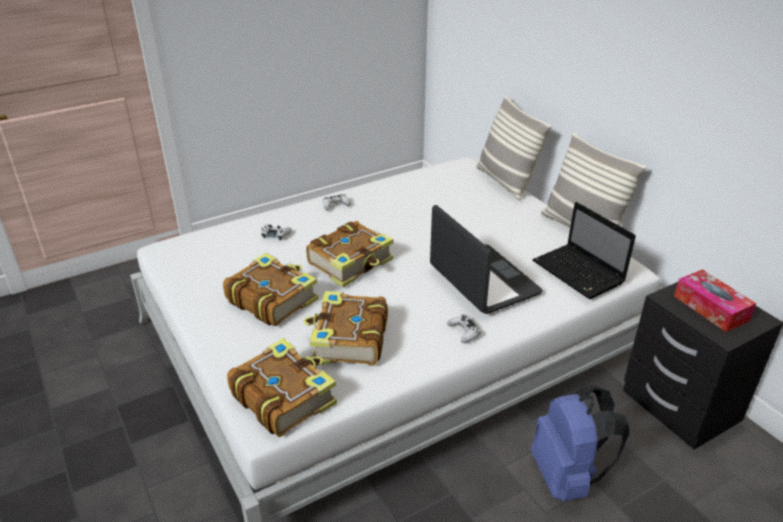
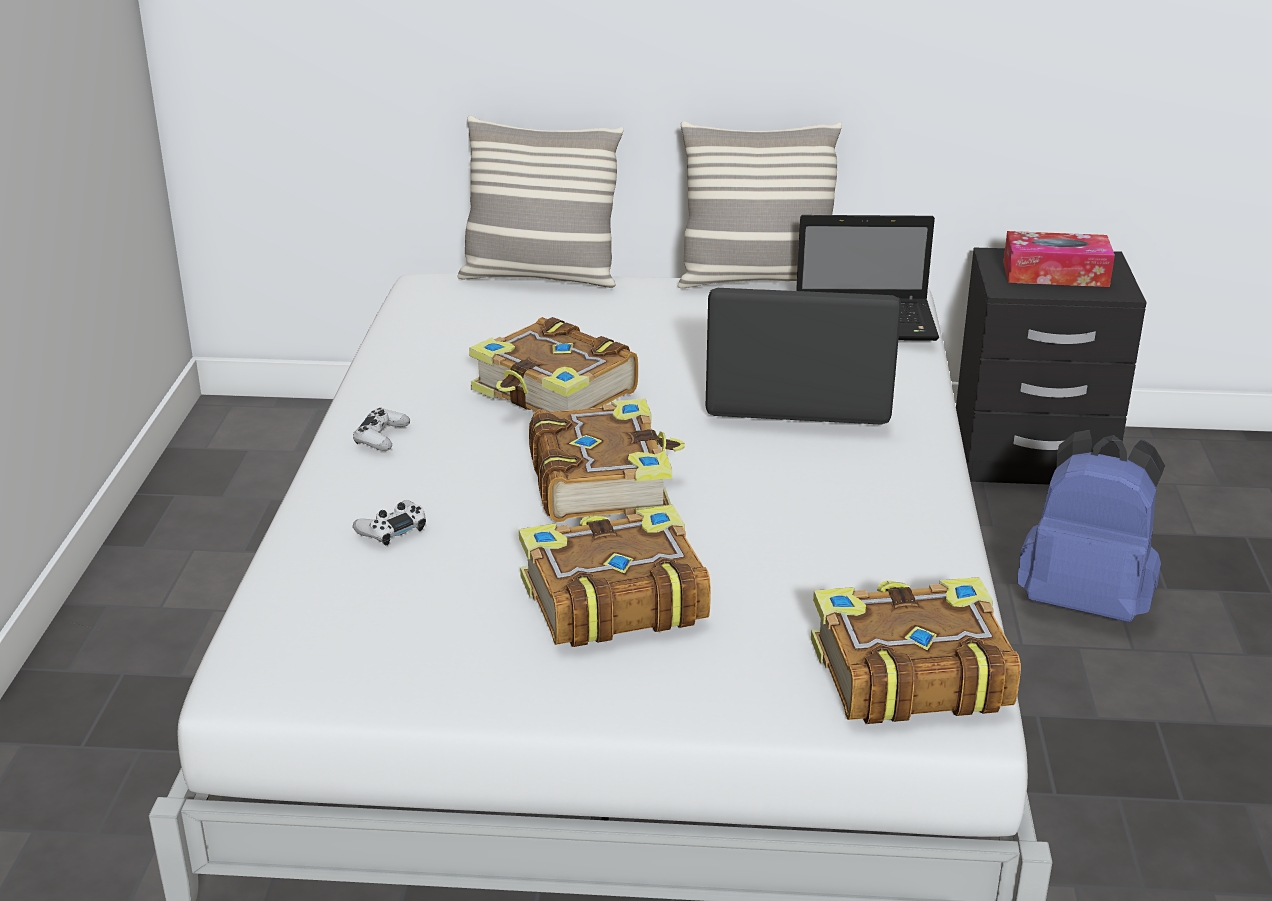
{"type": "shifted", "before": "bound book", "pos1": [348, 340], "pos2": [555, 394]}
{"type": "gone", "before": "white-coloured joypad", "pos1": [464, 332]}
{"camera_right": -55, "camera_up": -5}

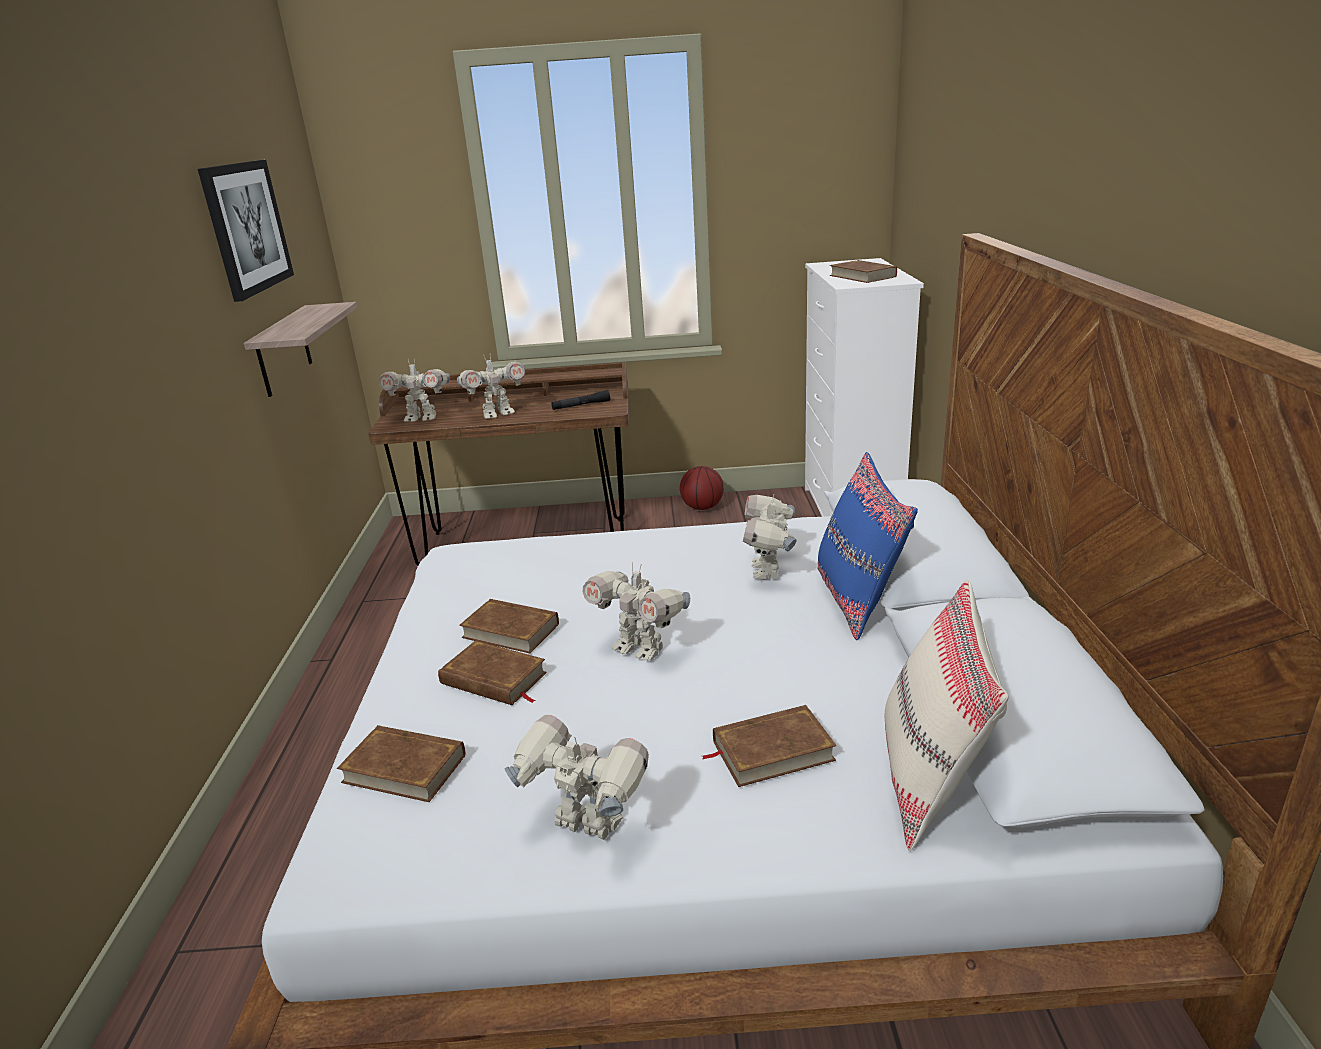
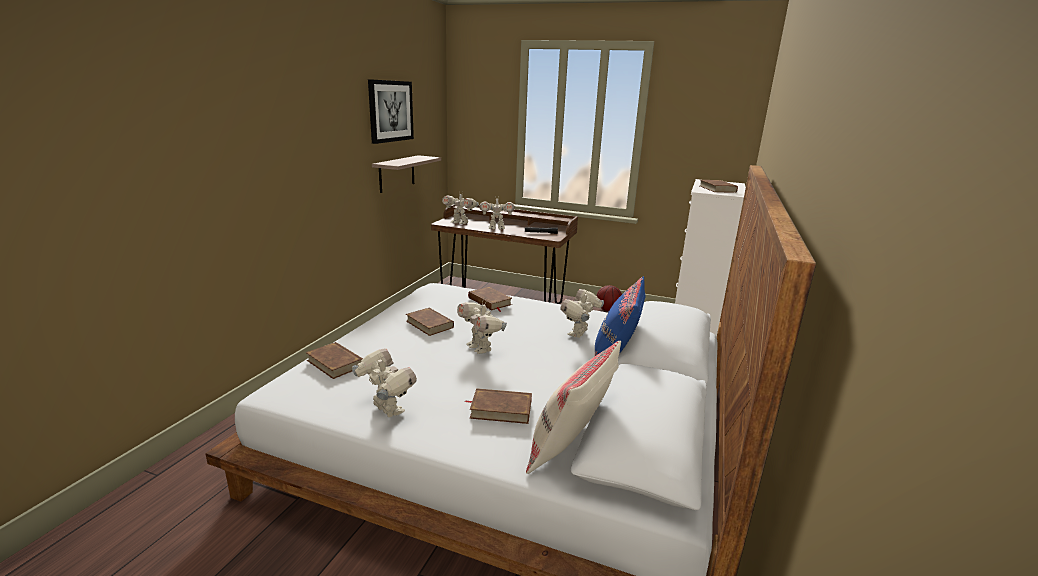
{"type": "shifted", "before": "brownish bound book", "pos1": [493, 679], "pos2": [489, 301]}
{"camera_right": 20, "camera_up": -5}

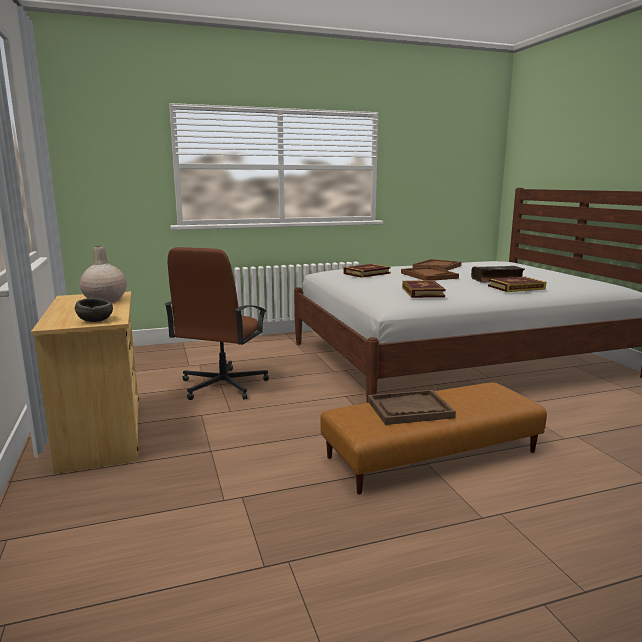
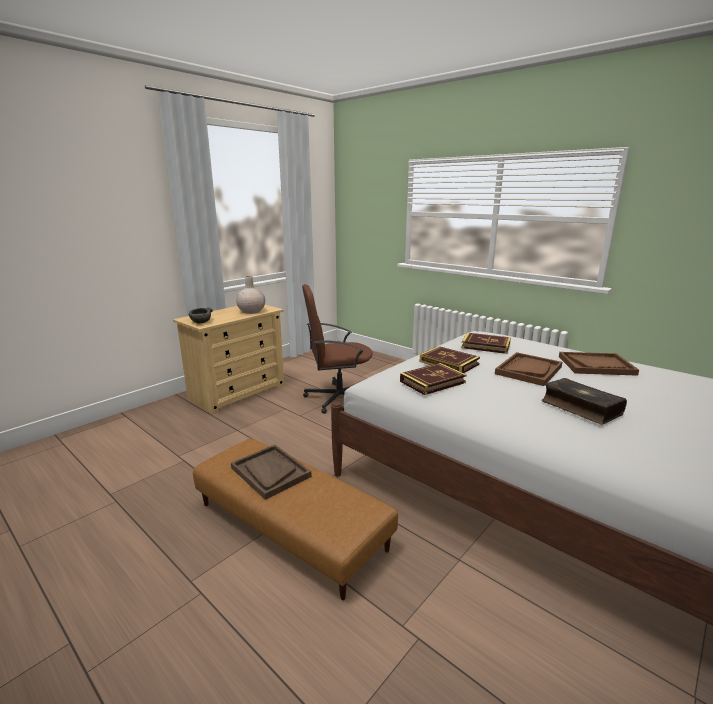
{"type": "shifted", "before": "bound book", "pos1": [516, 287], "pos2": [449, 363]}
{"camera_right": 60, "camera_up": 5}

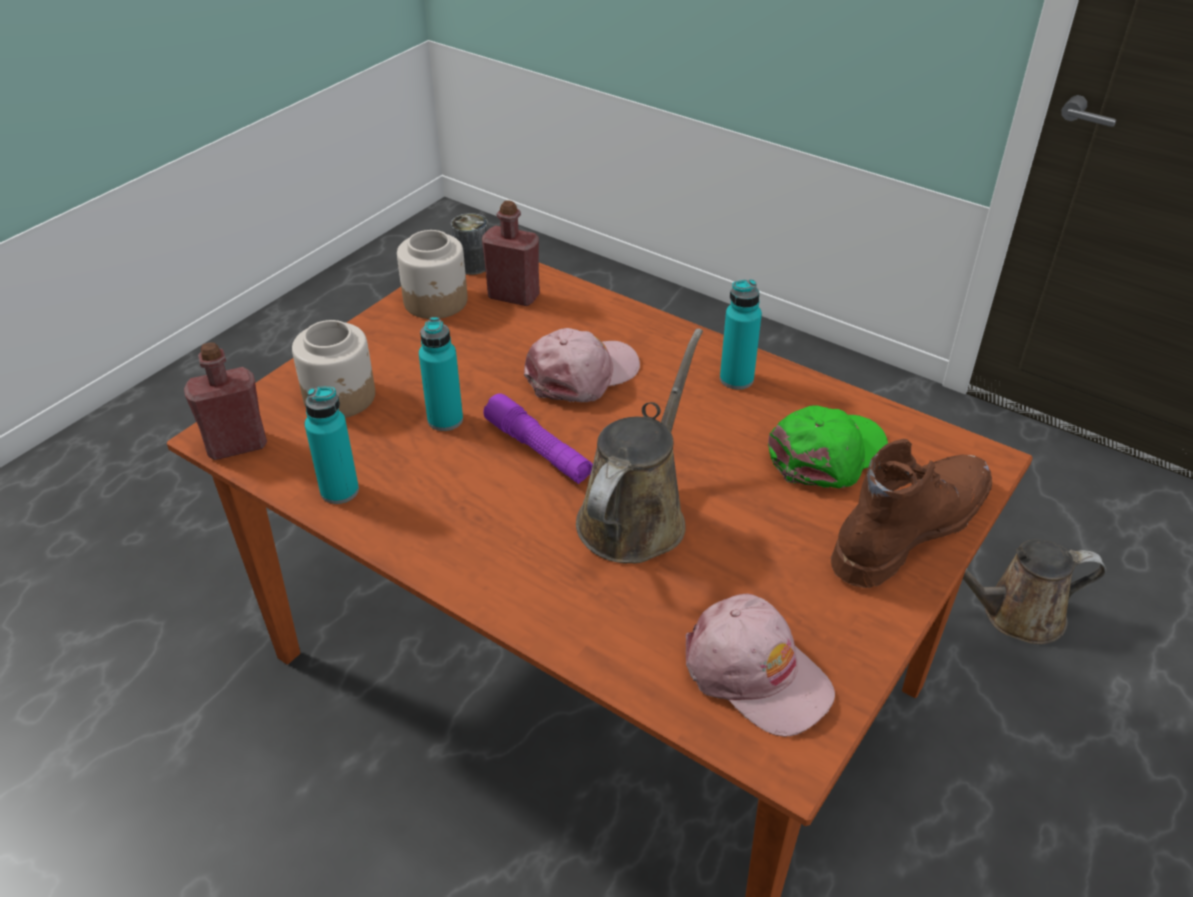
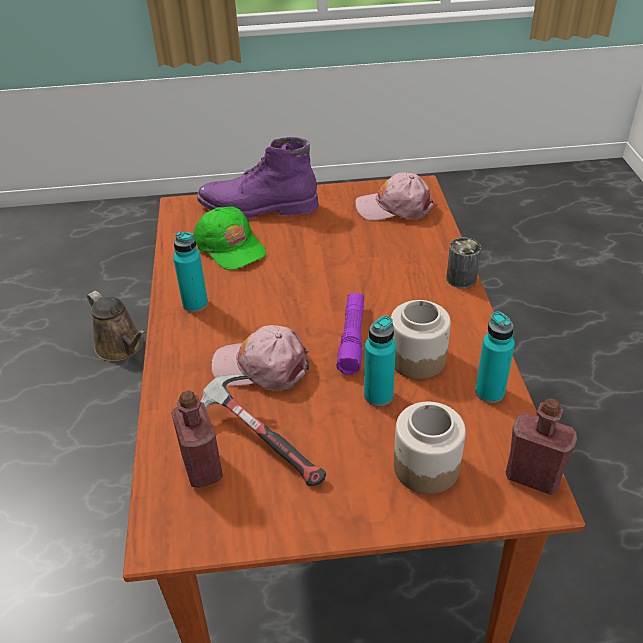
{"type": "shifted", "before": "jar", "pos1": [436, 301], "pos2": [417, 358]}
{"type": "shifted", "before": "sealed can", "pos1": [473, 265], "pos2": [461, 278]}
{"type": "gone", "before": "brownish watering pot", "pos1": [636, 515]}
{"type": "rotated", "before": "pinkish cap", "pos1": [756, 673], "pos2": [394, 207], "turn": -90}
{"type": "rotated", "before": "green-coloured cap", "pos1": [827, 454], "pos2": [230, 246], "turn": -135}
{"type": "repainted", "before": "brownish boot", "after": "purple-coloured boot", "pos1": [909, 526], "pos2": [257, 207]}
{"type": "new", "after": "tool hammer", "pos2": [259, 440]}
{"camera_right": -130, "camera_up": 0}

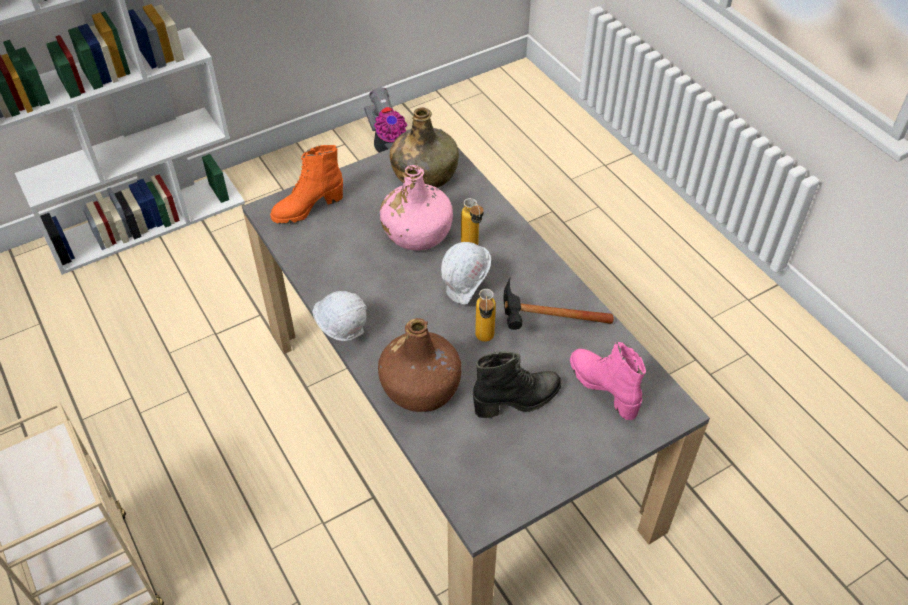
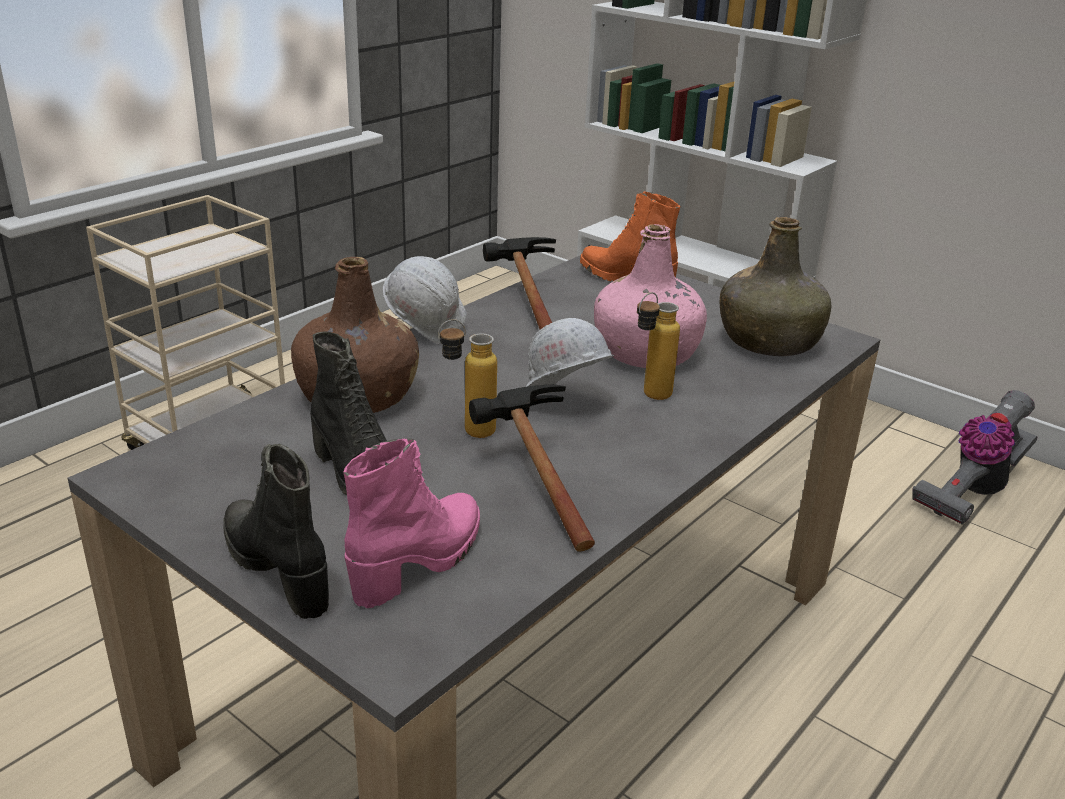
{"type": "new", "after": "black-coloured boot", "pos2": [279, 569]}
{"type": "new", "after": "tool hammer", "pos2": [524, 303]}
{"camera_right": 70, "camera_up": -20}

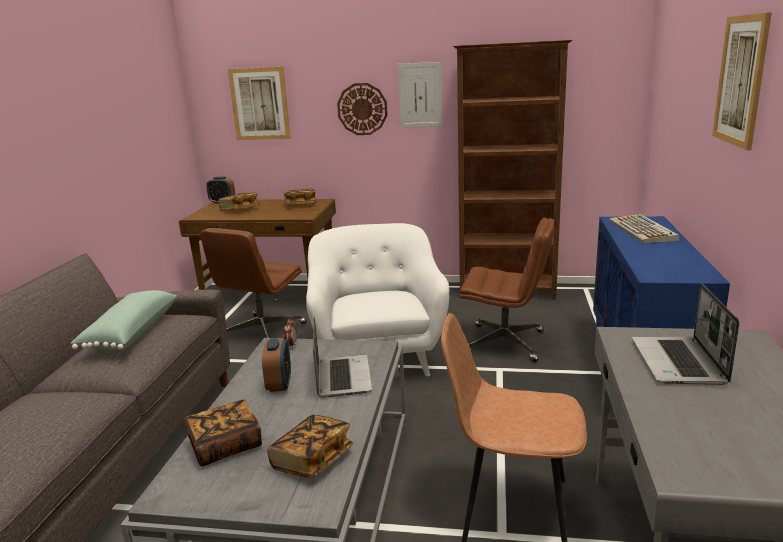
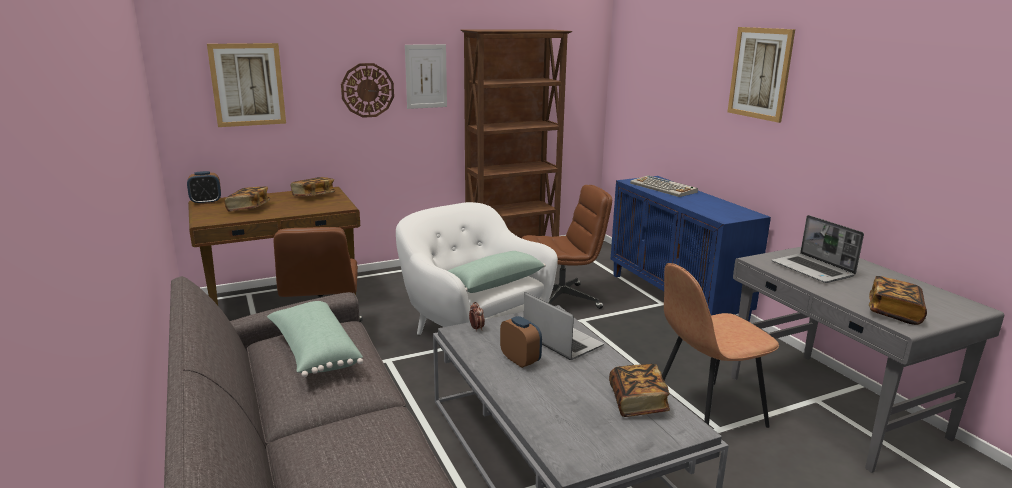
{"type": "shifted", "before": "bound book", "pos1": [225, 446], "pos2": [894, 312]}
{"type": "new", "after": "green-coloured pillow", "pos2": [493, 282]}
{"camera_right": -35, "camera_up": 0}

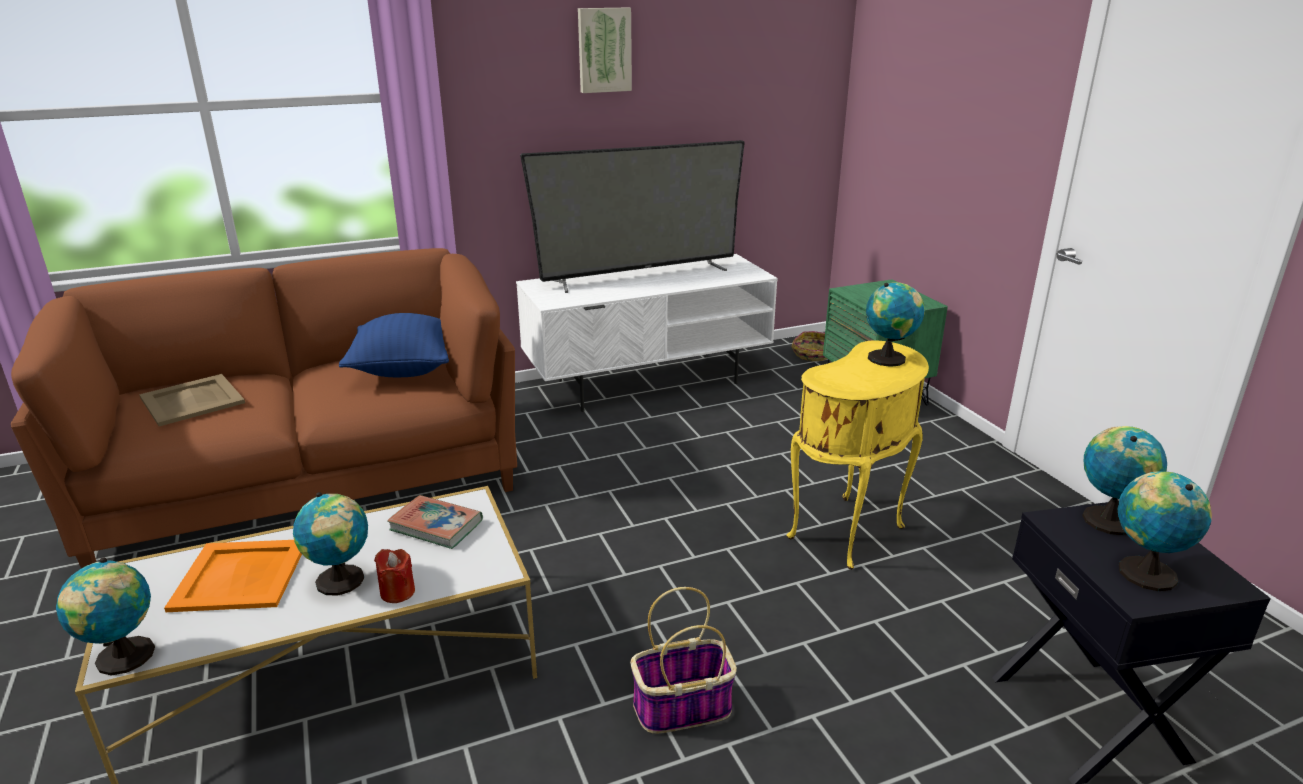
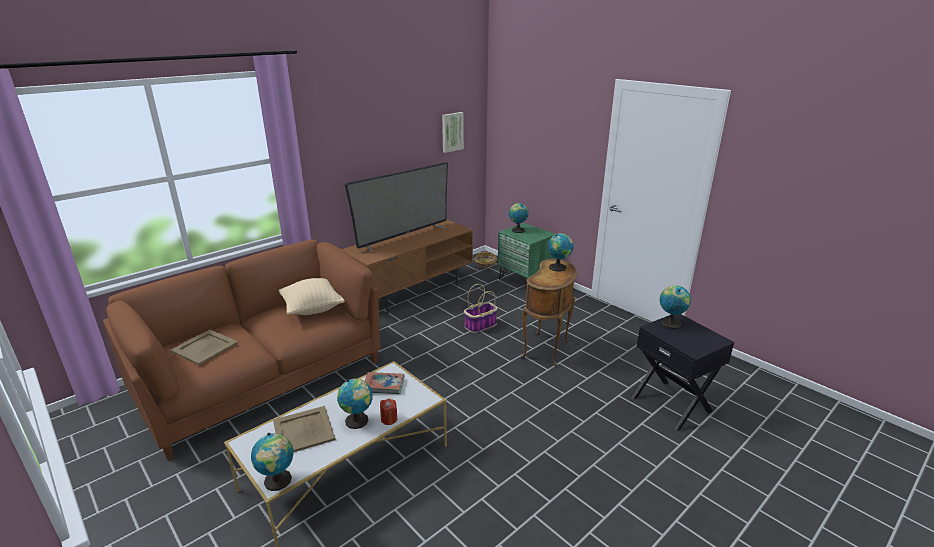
{"type": "repainted", "before": "orangey serving tray", "after": "sand-coloured serving tray", "pos1": [239, 576], "pos2": [303, 431]}
{"type": "repainted", "before": "bluish pillow", "after": "sand-coloured pillow", "pos1": [404, 369], "pos2": [312, 309]}
{"type": "repainted", "before": "white-coloured media console", "after": "brownish media console", "pos1": [648, 381], "pos2": [412, 291]}
{"type": "shifted", "before": "picture", "pos1": [604, 50], "pos2": [452, 132]}
{"type": "shifted", "before": "storage basket", "pos1": [681, 708], "pos2": [480, 325]}
{"type": "repainted", "before": "yellow accent table", "after": "brownish accent table", "pos1": [850, 534], "pos2": [547, 350]}
{"type": "shifted", "before": "desk globe", "pos1": [1143, 572], "pos2": [517, 230]}
{"camera_right": -20, "camera_up": 0}

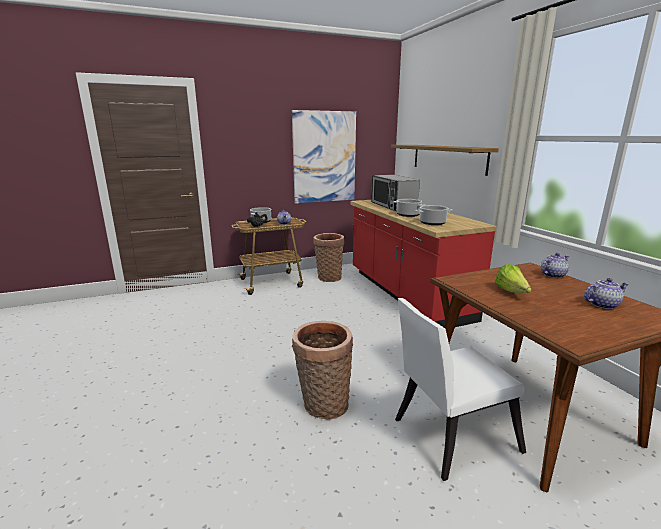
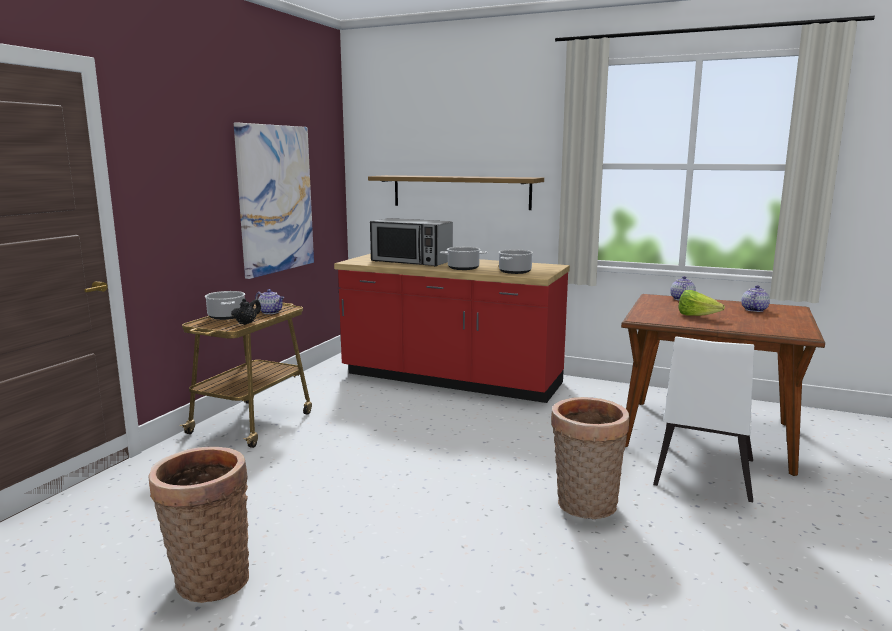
{"type": "shifted", "before": "storage basket", "pos1": [328, 277], "pos2": [208, 579]}
{"camera_right": -45, "camera_up": -5}

